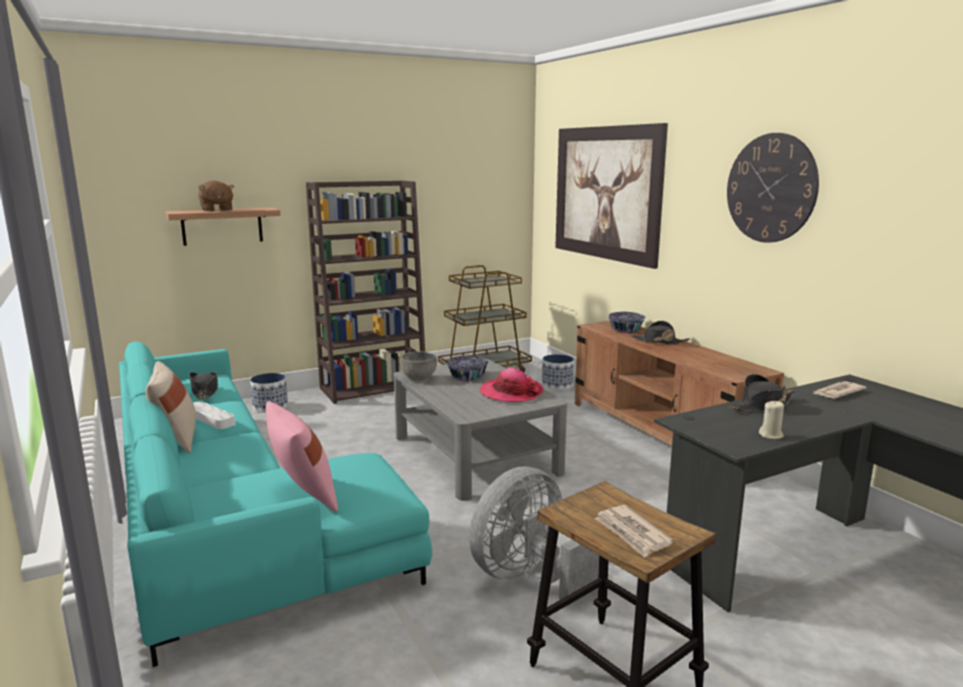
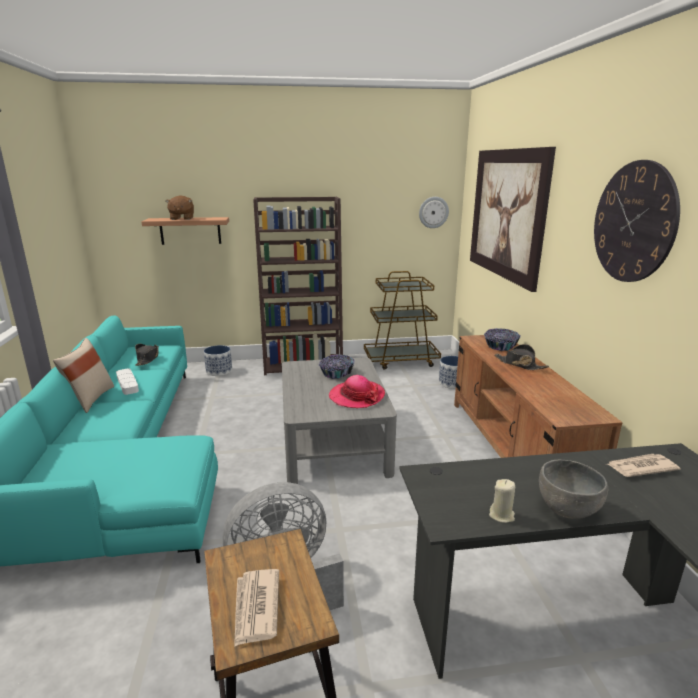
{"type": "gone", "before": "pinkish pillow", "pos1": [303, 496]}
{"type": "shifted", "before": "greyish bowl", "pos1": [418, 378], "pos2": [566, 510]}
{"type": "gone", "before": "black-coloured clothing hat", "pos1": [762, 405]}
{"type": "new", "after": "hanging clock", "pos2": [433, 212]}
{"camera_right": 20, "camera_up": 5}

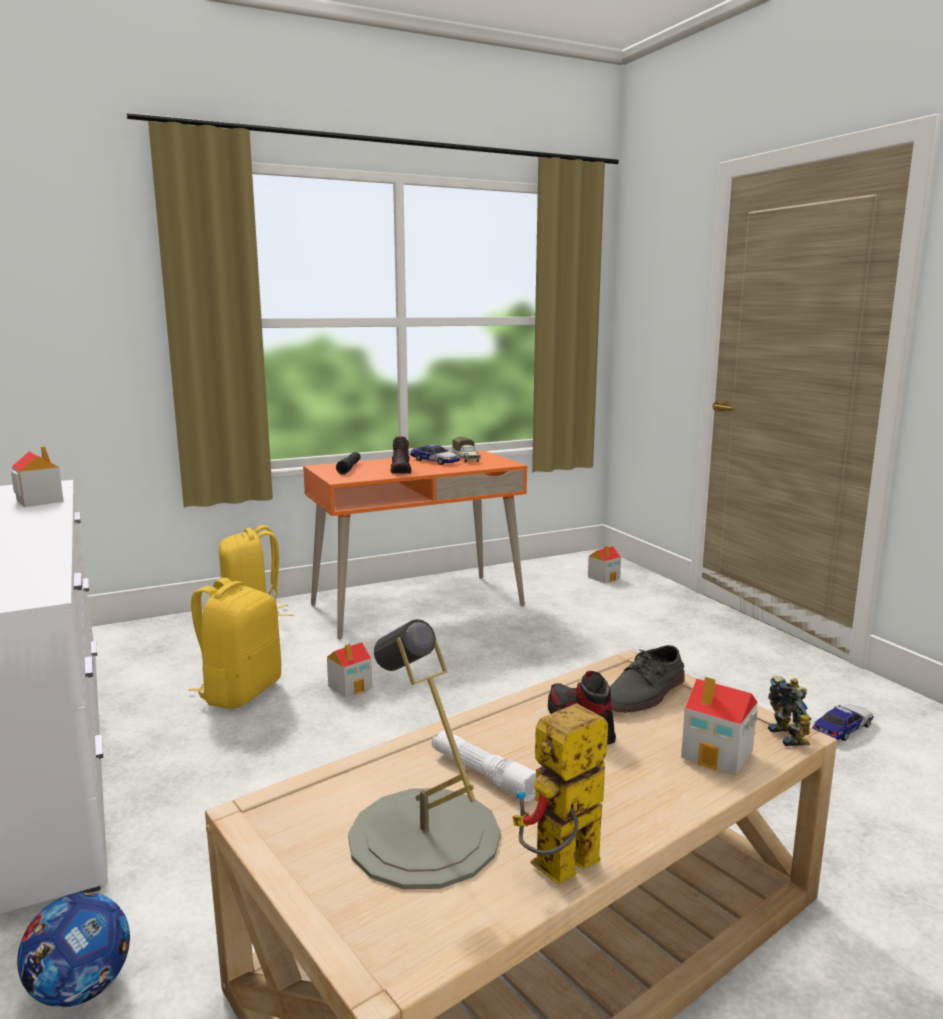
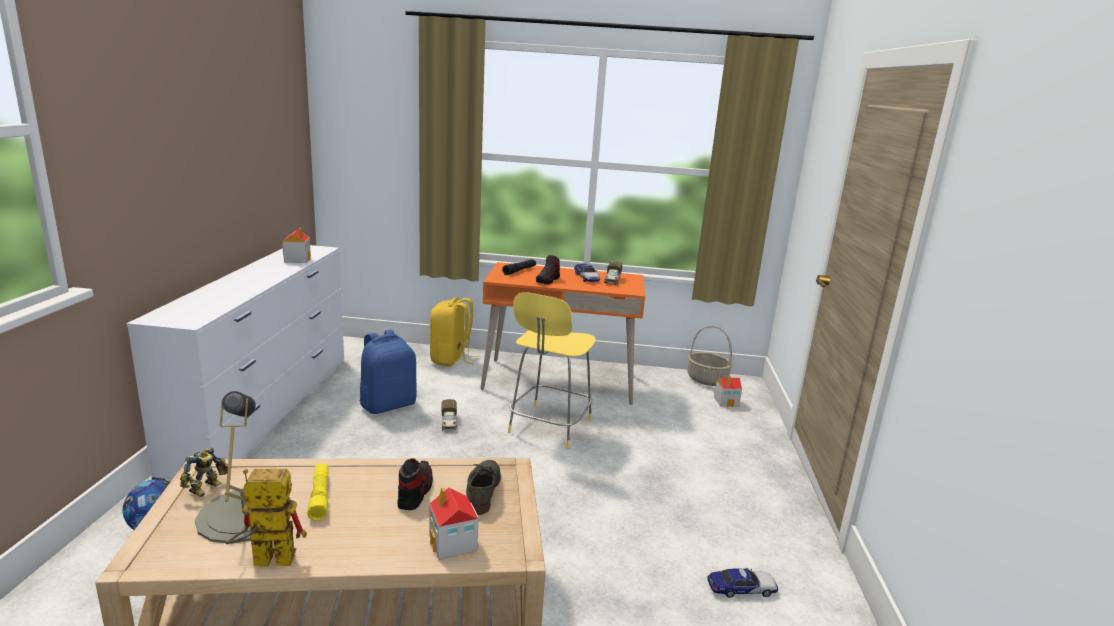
{"type": "repainted", "before": "yellow knapsack", "after": "bluish knapsack", "pos1": [240, 692], "pos2": [388, 405]}
{"type": "swapped", "before": "toy house", "after": "model truck", "pos1": [350, 686], "pos2": [449, 423]}
{"type": "repainted", "before": "white-coloured hand torch", "after": "yellow hand torch", "pos1": [483, 774], "pos2": [320, 496]}
{"type": "rotated", "before": "greyish item of footwear", "pos1": [645, 694], "pos2": [482, 489], "turn": 105}
{"type": "shifted", "before": "model robot", "pos1": [790, 735], "pos2": [208, 488]}
{"type": "new", "after": "yellow stool", "pos2": [549, 428]}
{"type": "new", "after": "storage basket", "pos2": [706, 380]}
{"camera_right": 30, "camera_up": 5}

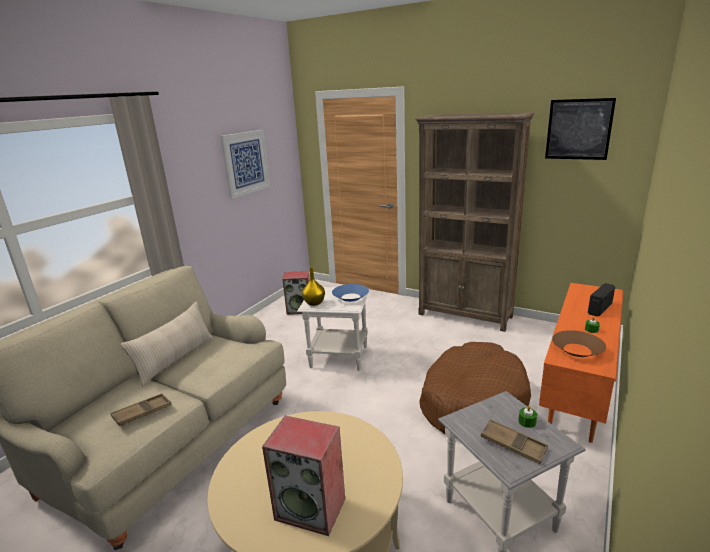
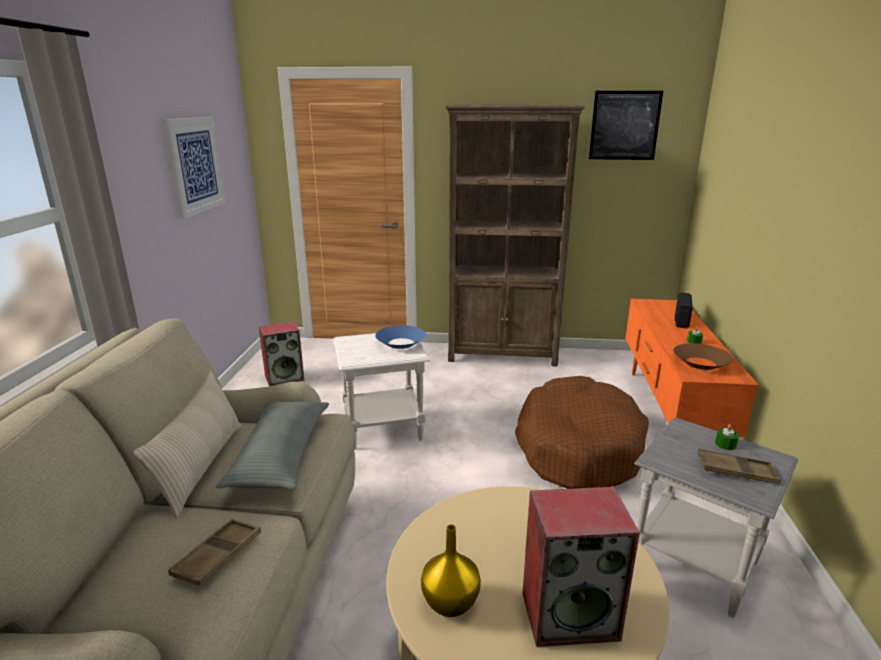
{"type": "shifted", "before": "yellow vase", "pos1": [314, 303], "pos2": [451, 603]}
{"type": "new", "after": "greyish pillow", "pos2": [280, 455]}
{"camera_right": -25, "camera_up": 0}

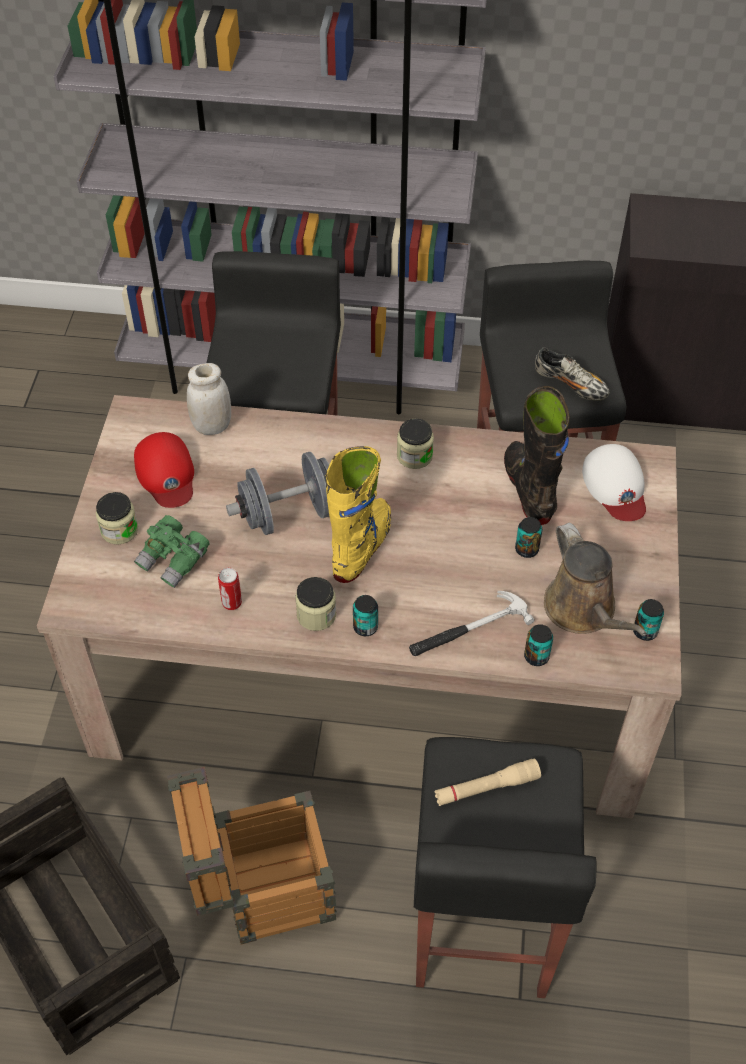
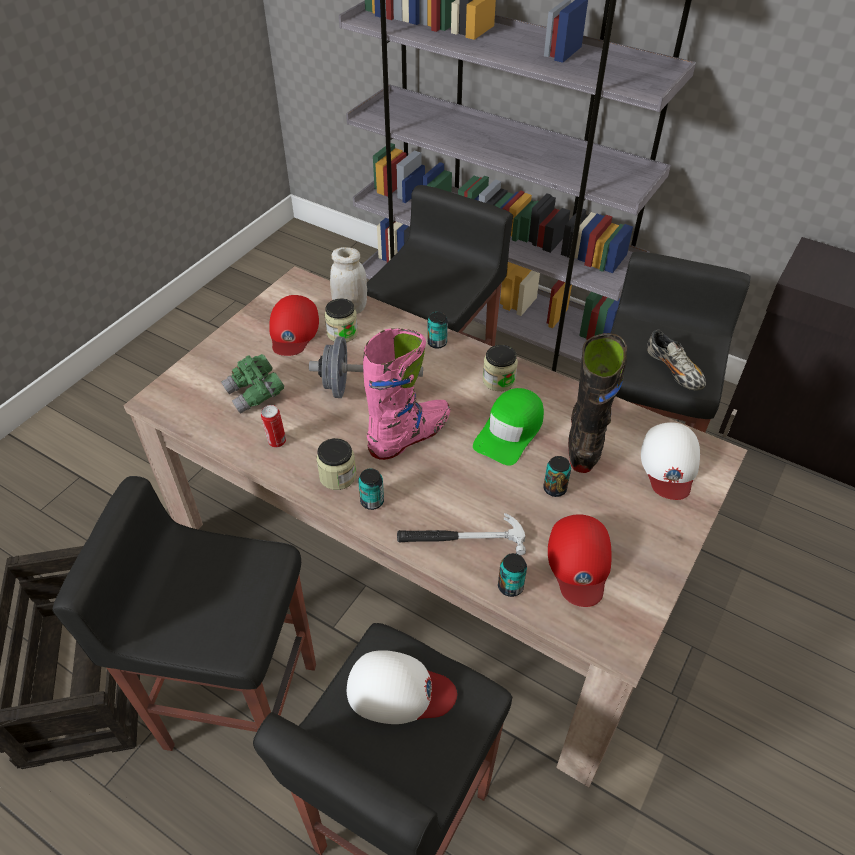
{"type": "shifted", "before": "jar", "pos1": [119, 530], "pos2": [342, 333]}
{"type": "swapped", "before": "shipping crate", "after": "black-coloured stool", "pos1": [261, 890], "pos2": [240, 703]}
{"type": "repainted", "before": "yellow boot", "after": "pinkish boot", "pos1": [362, 547], "pos2": [410, 436]}
{"type": "swapped", "before": "sand-coloured hand torch", "after": "white-coloured cap", "pos1": [486, 787], "pos2": [399, 691]}
{"type": "swapped", "before": "brownish watering pot", "after": "red-coloured cap", "pos1": [583, 610], "pos2": [579, 562]}
{"type": "shifted", "before": "sealed can", "pos1": [645, 631], "pos2": [437, 343]}
{"type": "new", "after": "green-coloured cap", "pos2": [510, 431]}
{"camera_right": 25, "camera_up": -5}

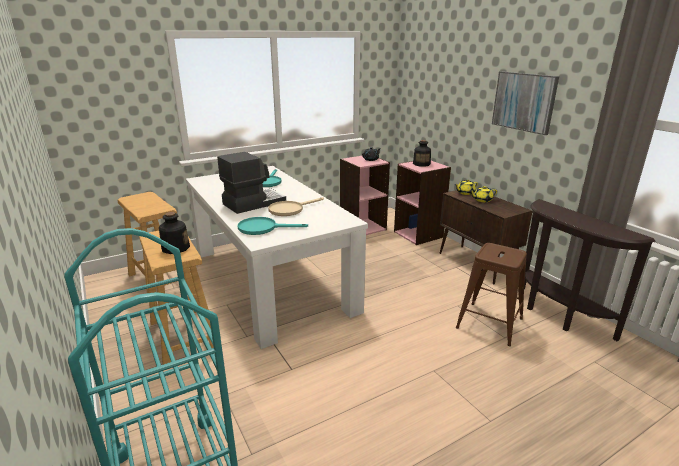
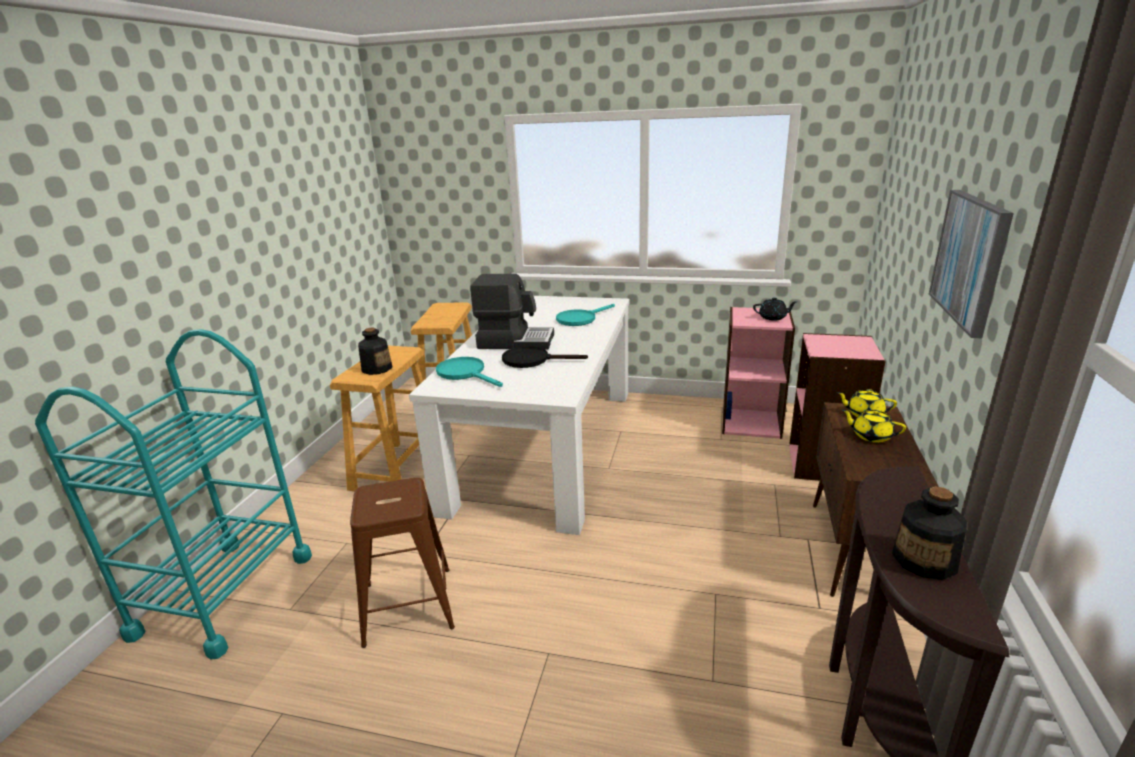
{"type": "repainted", "before": "sand-coloured frying pan", "after": "black-coloured frying pan", "pos1": [290, 209], "pos2": [532, 360]}
{"type": "shifted", "before": "beverage bottle", "pos1": [421, 164], "pos2": [925, 560]}
{"type": "shifted", "before": "brownish stool", "pos1": [489, 323], "pos2": [408, 606]}
{"camera_right": 45, "camera_up": 0}

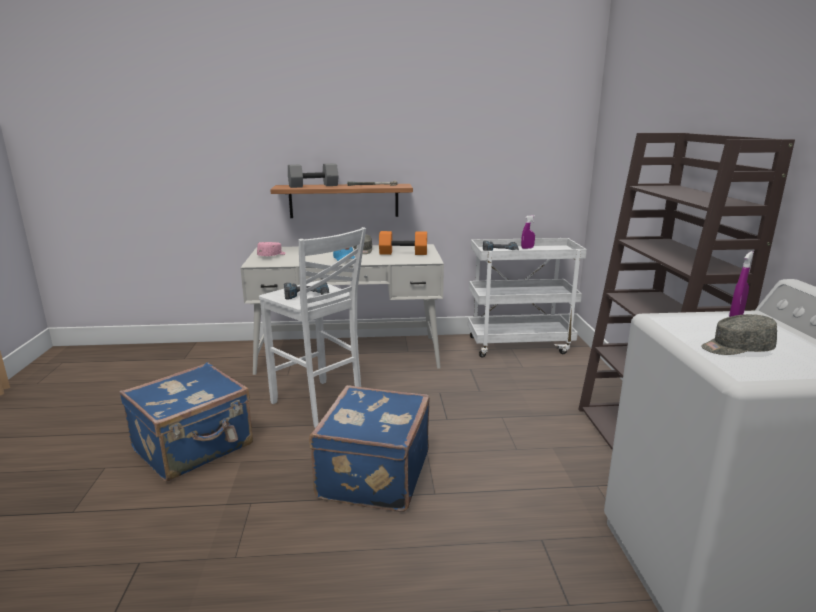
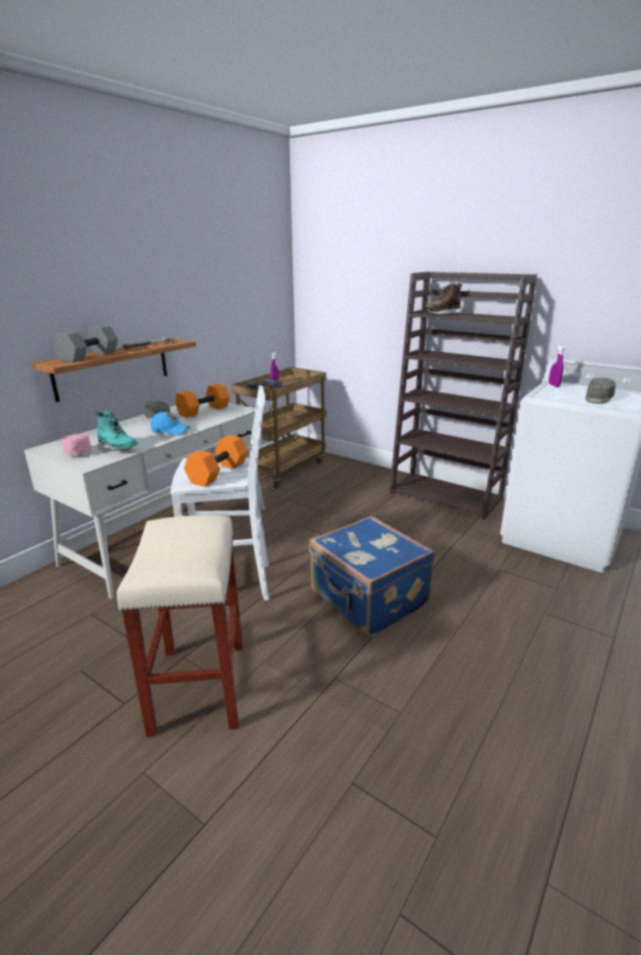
{"type": "swapped", "before": "bluish suitcase", "after": "sand-coloured stool", "pos1": [194, 447], "pos2": [198, 685]}
{"type": "swapped", "before": "power drill", "after": "orangey hand weight", "pos1": [307, 296], "pos2": [219, 473]}
{"type": "repainted", "before": "white-coloured cart", "after": "brownish cart", "pos1": [519, 345], "pos2": [284, 468]}
{"type": "new", "after": "blue-green boot", "pos2": [118, 449]}
{"type": "new", "after": "brownish boot", "pos2": [442, 314]}
{"camera_right": -50, "camera_up": 5}

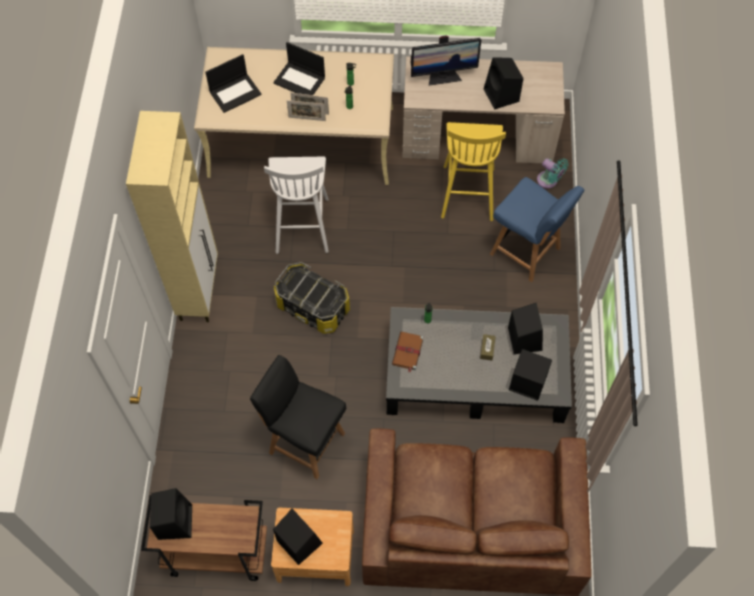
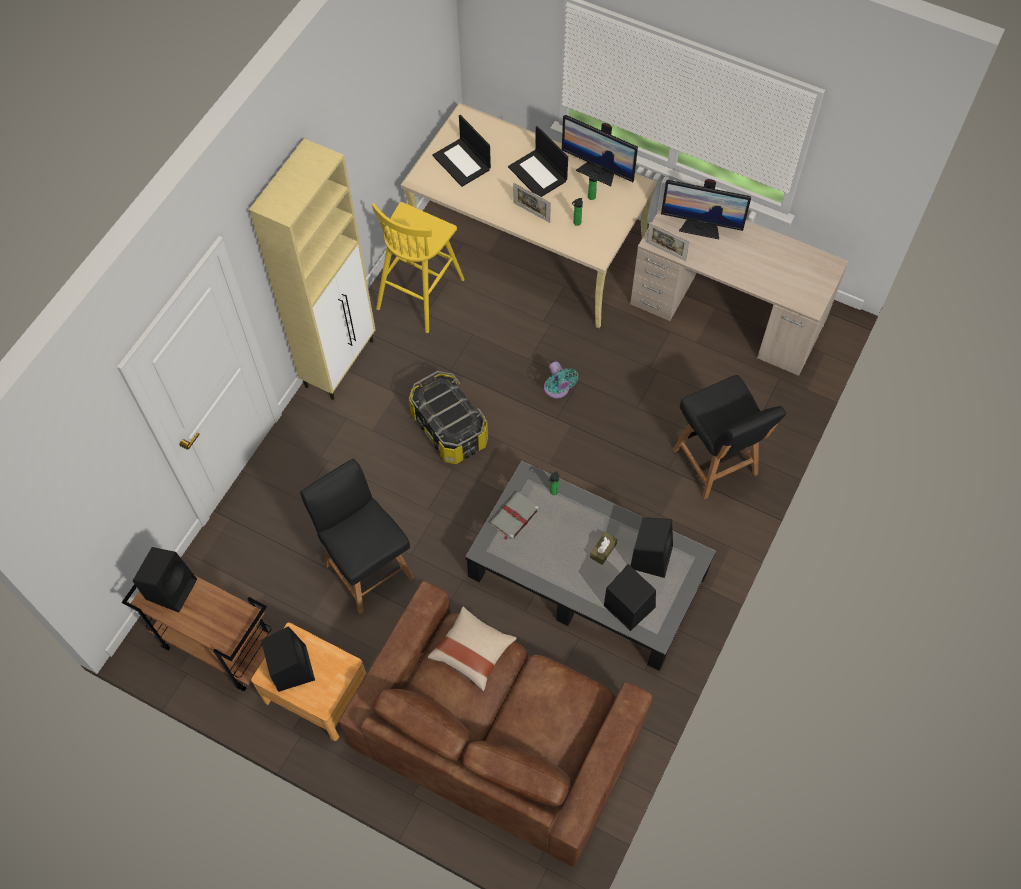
{"type": "rotated", "before": "laptop", "pos1": [235, 92], "pos2": [462, 162], "turn": 60}
{"type": "gone", "before": "white-coloured stool", "pos1": [302, 224]}
{"type": "shifted", "before": "picture frame", "pos1": [307, 119], "pos2": [666, 251]}
{"type": "repainted", "before": "brownish bound book", "after": "greyish bound book", "pos1": [407, 352], "pos2": [514, 517]}
{"type": "shifted", "before": "yellow stool", "pos1": [467, 192], "pos2": [421, 292]}
{"type": "gone", "before": "black-coloured speaker", "pos1": [502, 96]}
{"type": "repainted", "before": "bluish upright chair", "after": "black-coloured upright chair", "pos1": [526, 252], "pos2": [716, 463]}
{"type": "shifted", "before": "blue-green electric fan", "pos1": [549, 181], "pos2": [557, 390]}
{"type": "new", "after": "sand-coloured pillow", "pos2": [473, 652]}
{"type": "new", "after": "computer screen", "pos2": [598, 171]}
{"camera_right": 25, "camera_up": 0}

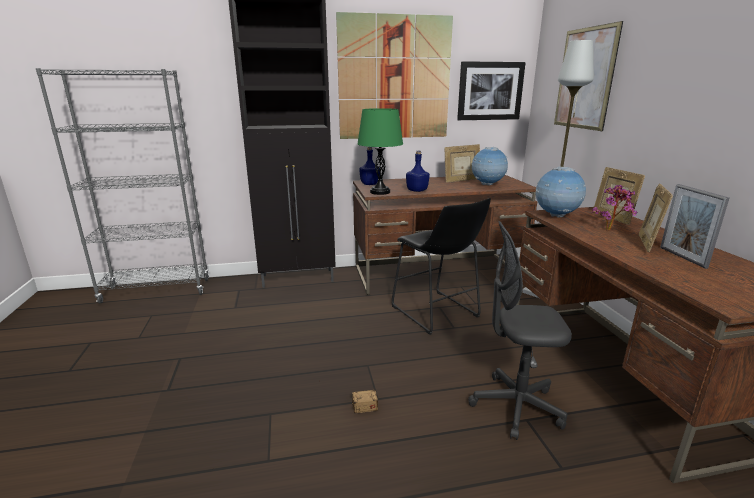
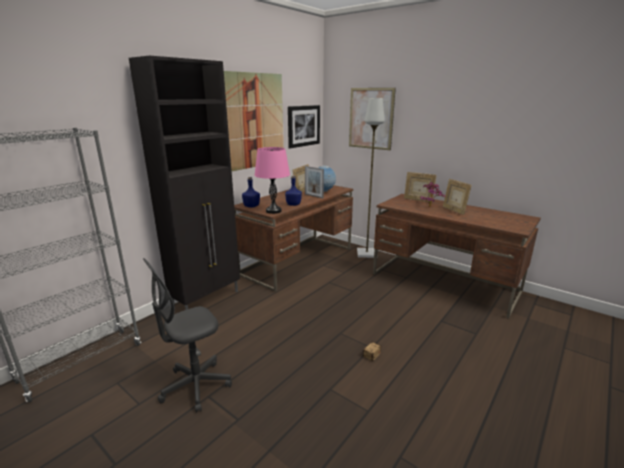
{"type": "repainted", "before": "green-coloured table lamp", "after": "pinkish table lamp", "pos1": [380, 192], "pos2": [273, 211]}
{"type": "gone", "before": "black-coloured stool", "pos1": [437, 314]}
{"type": "shifted", "before": "greyish computer chair", "pos1": [516, 406], "pos2": [196, 386]}
{"type": "gone", "before": "desk globe", "pos1": [556, 216]}
{"type": "shifted", "before": "picture frame", "pos1": [682, 257], "pos2": [314, 196]}
{"camera_right": -40, "camera_up": 0}

